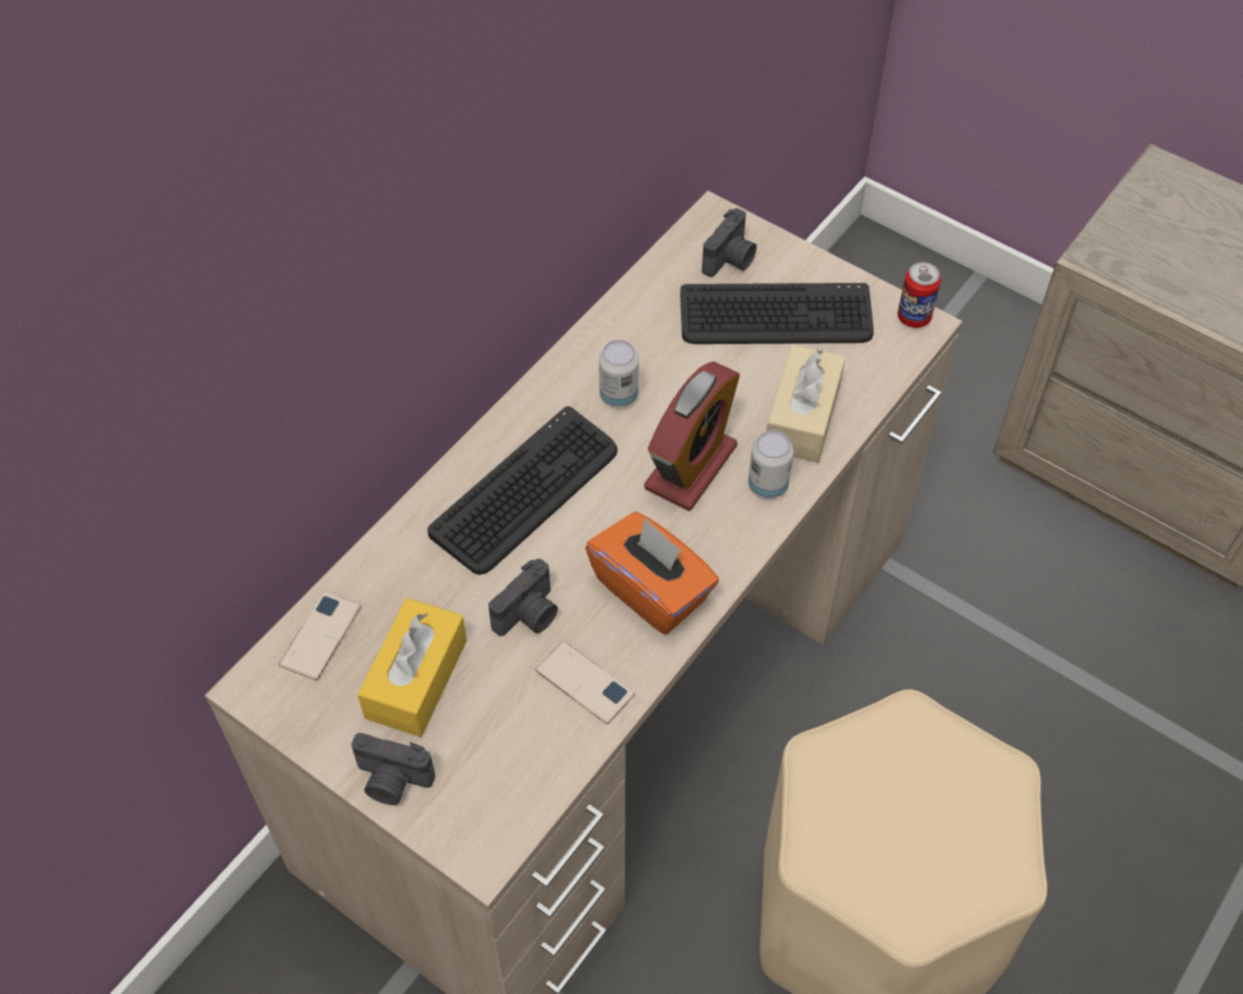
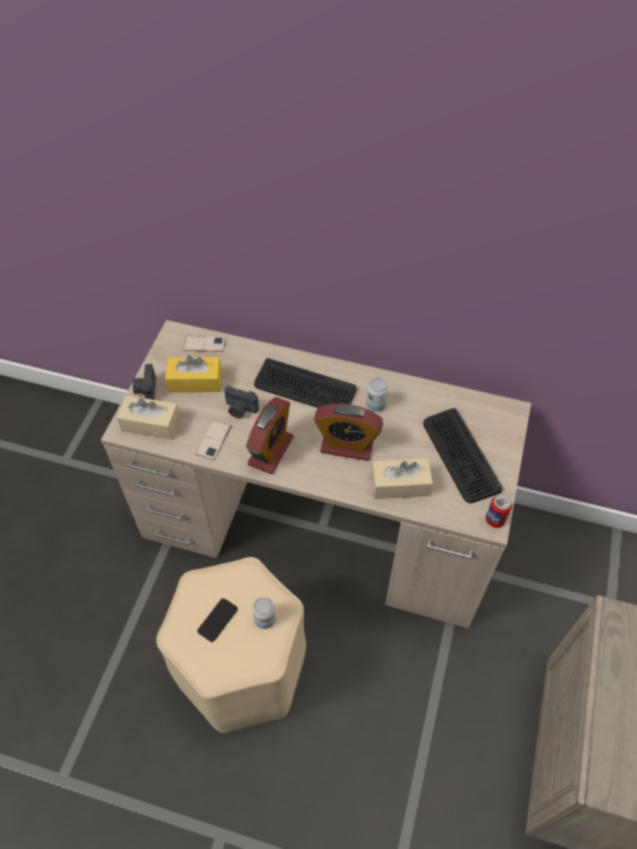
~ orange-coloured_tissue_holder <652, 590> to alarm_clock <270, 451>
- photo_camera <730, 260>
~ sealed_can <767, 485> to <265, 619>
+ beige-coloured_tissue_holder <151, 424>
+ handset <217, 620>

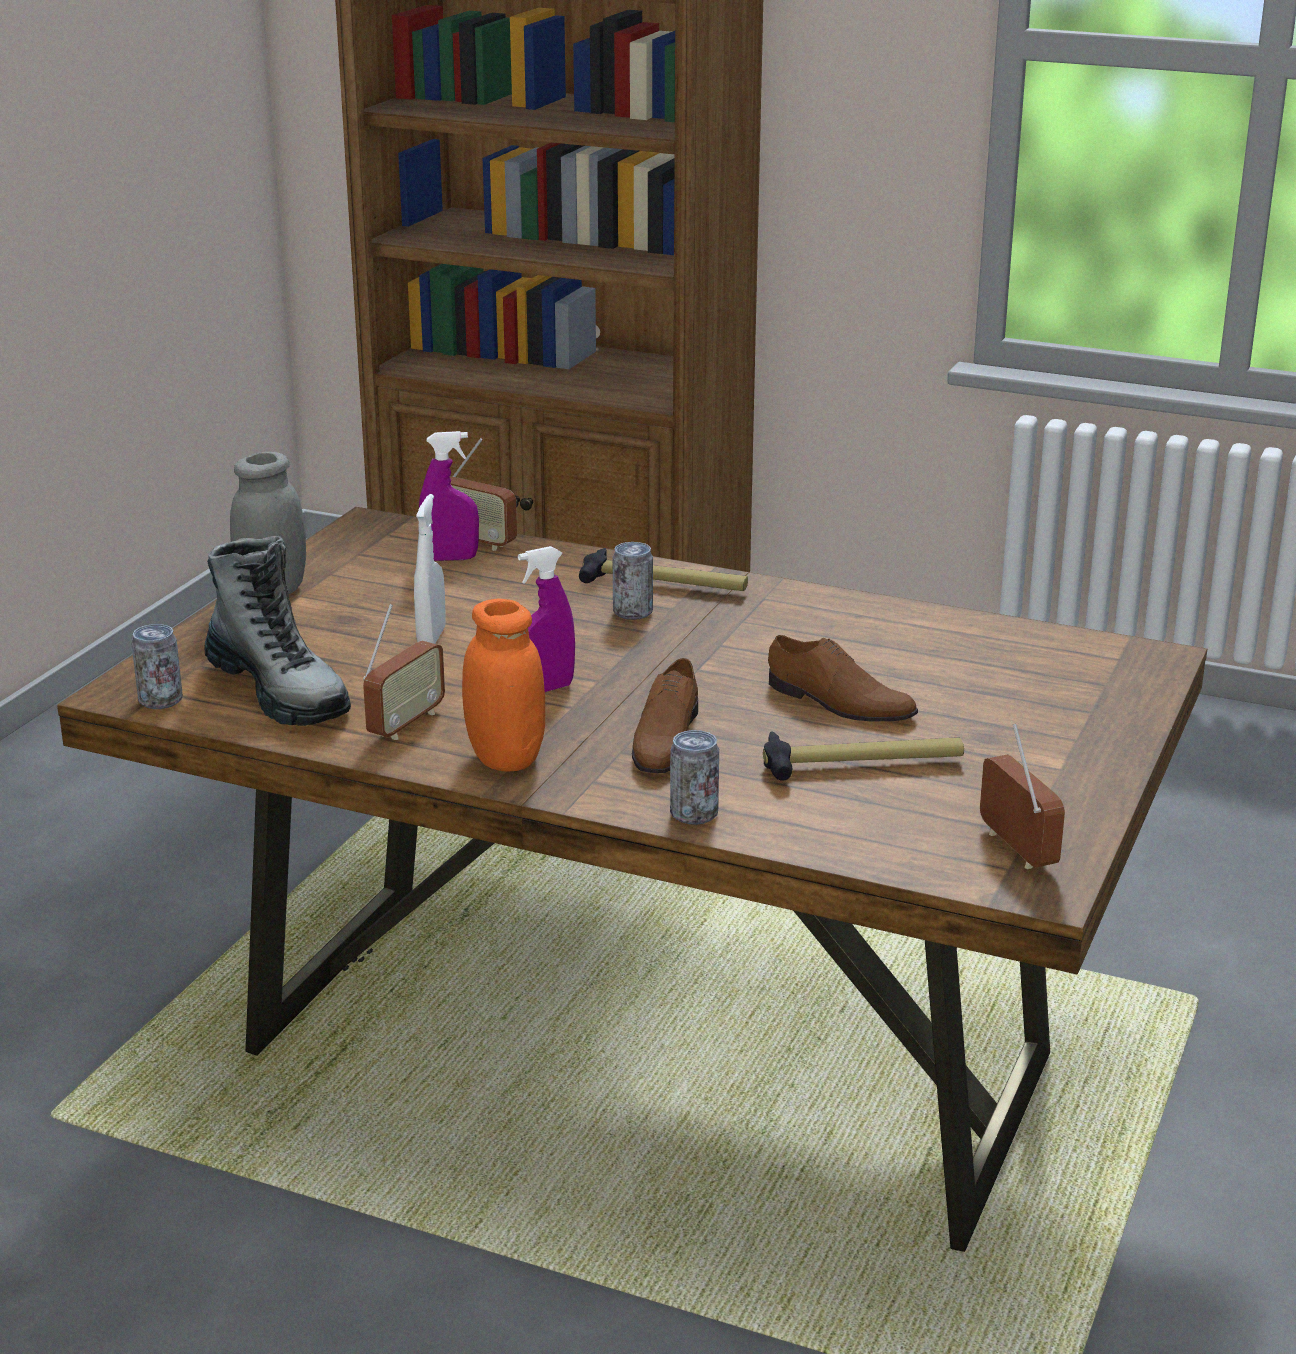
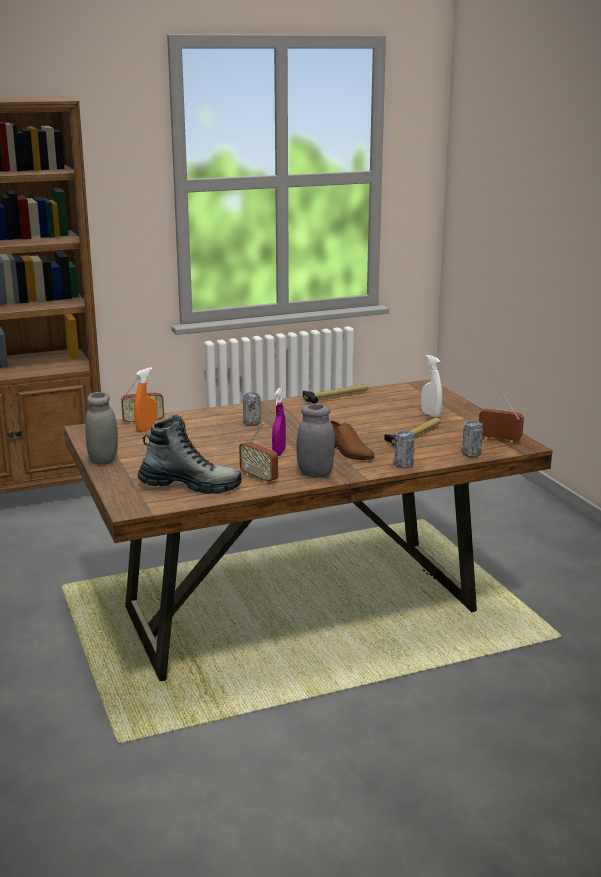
~ sealed_can <160, 700> to <471, 454>
~ radio_receiver <405, 724> = <259, 478> 150 degrees clockwise
~ white_hand_sprayer <431, 637> to <430, 414>
~ purple_hand_sprayer <450, 558> to orange-coloured_hand_sprayer <147, 429>
~ orange-coloured_storage_jar <505, 758> to greyish_storage_jar <315, 474>
~ hand_hammer <664, 584> to <336, 397>
- brownish_low_shoe <838, 702>

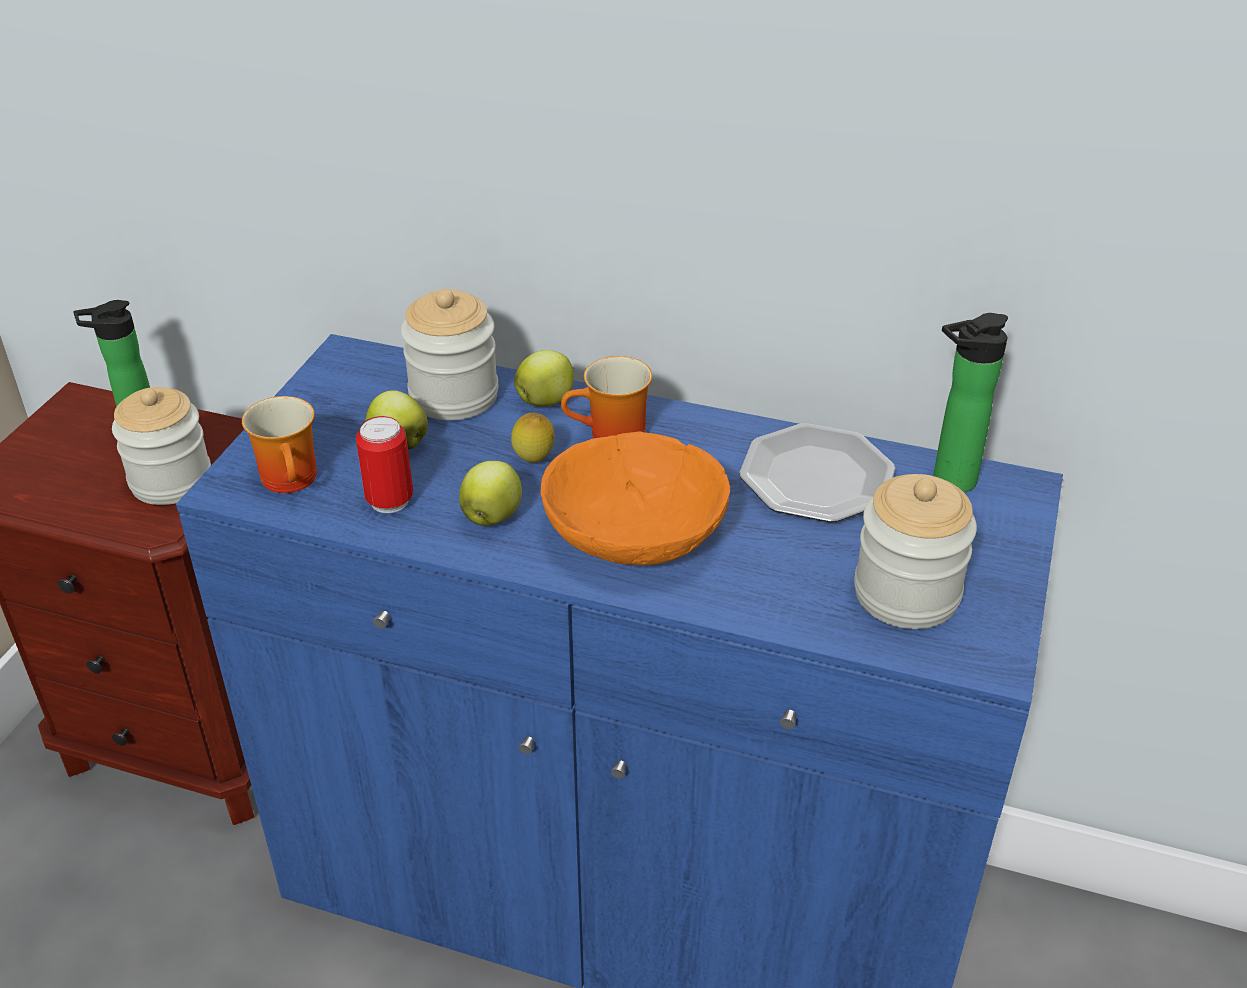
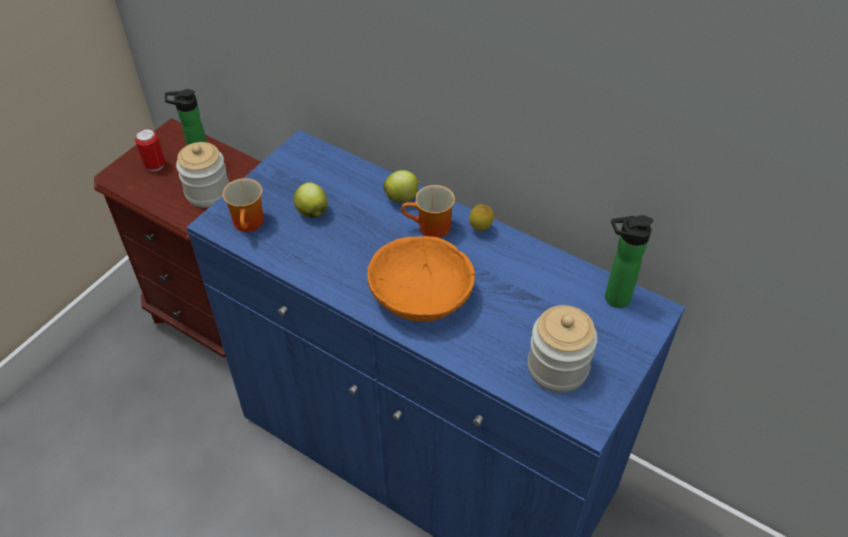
~ sealed_can <389, 501> to <155, 165>
- storage_jar <454, 396>
- whole_apple <492, 516>
~ whole_lemon <534, 461> to <480, 229>
- plate <815, 477>

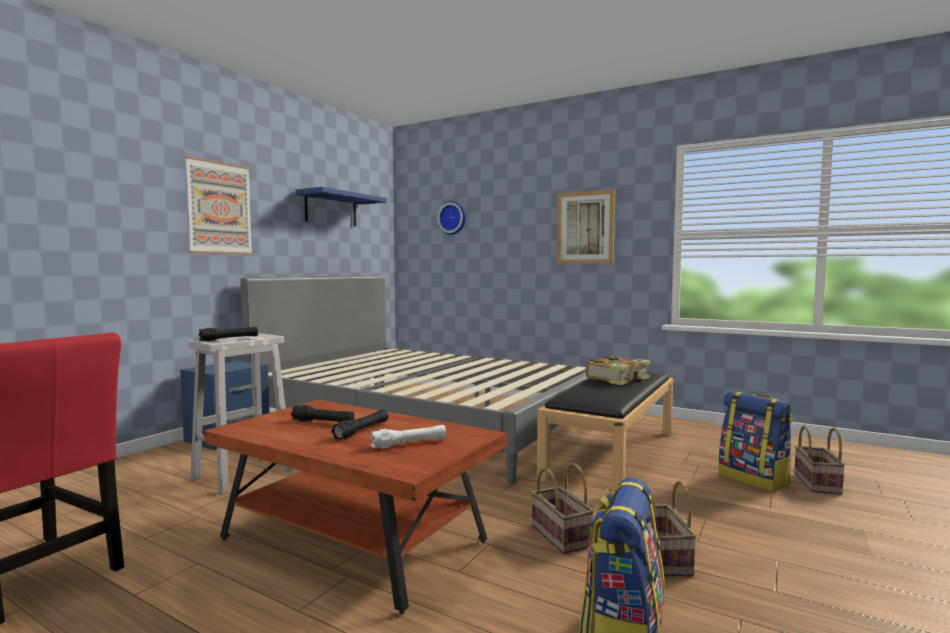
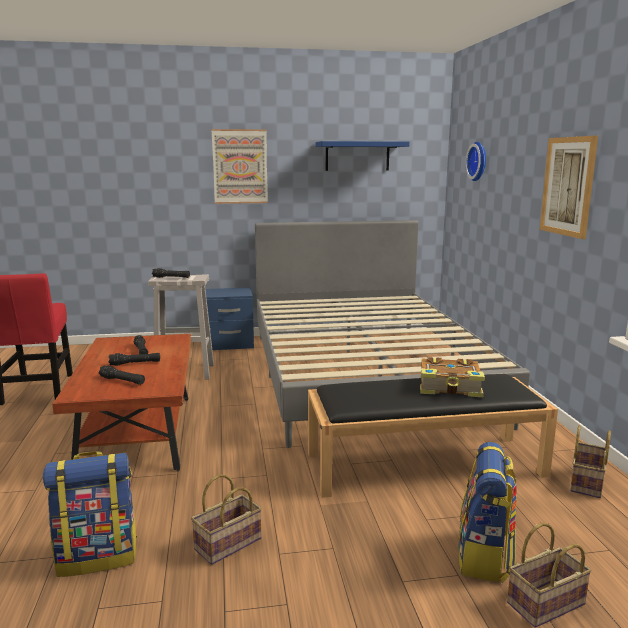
~ white_hand_torch <409, 444> to black_hand_torch <122, 381>
~ household_basket <563, 536> to <587, 483>

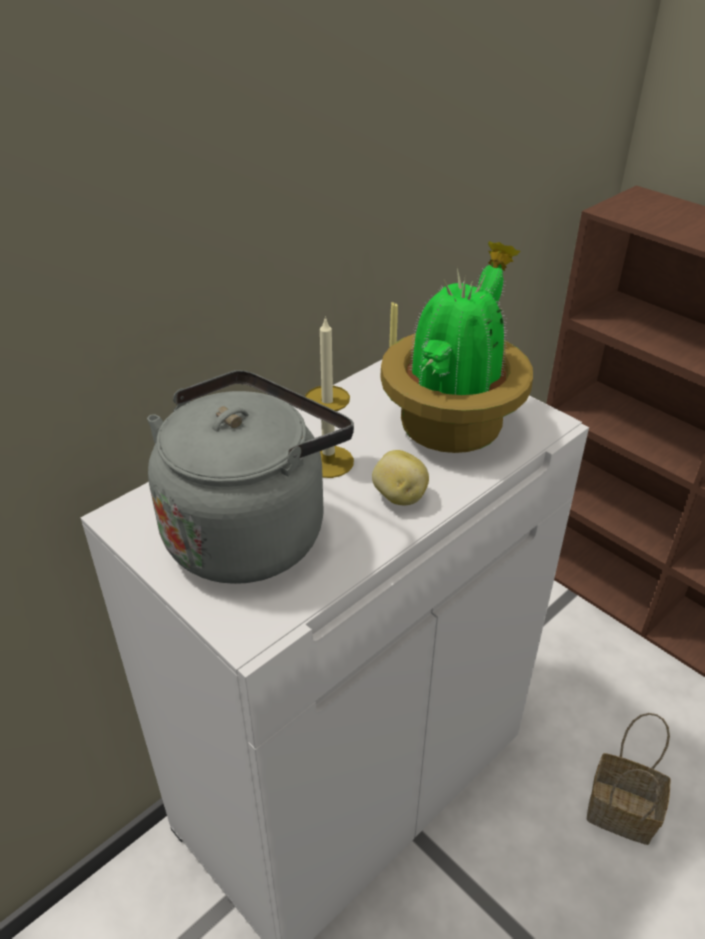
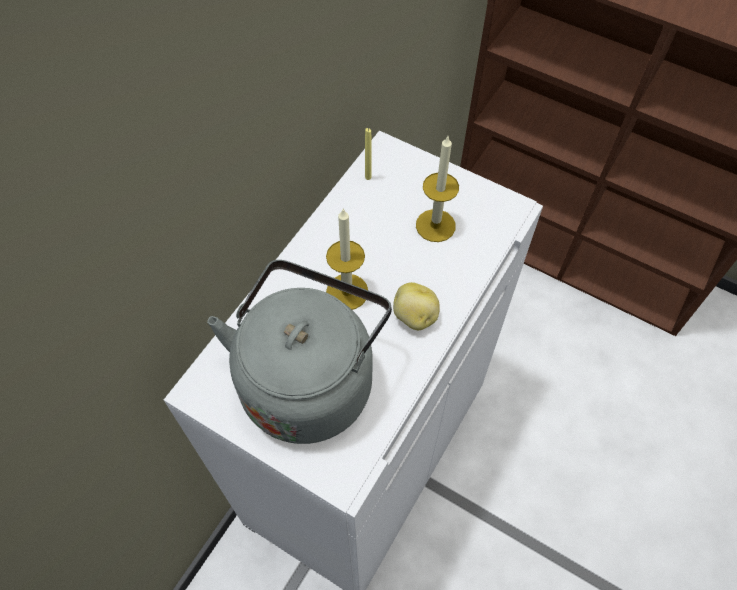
~ plant_in_a_pot <453, 423> to candle <435, 225>
- household_basket <624, 811>

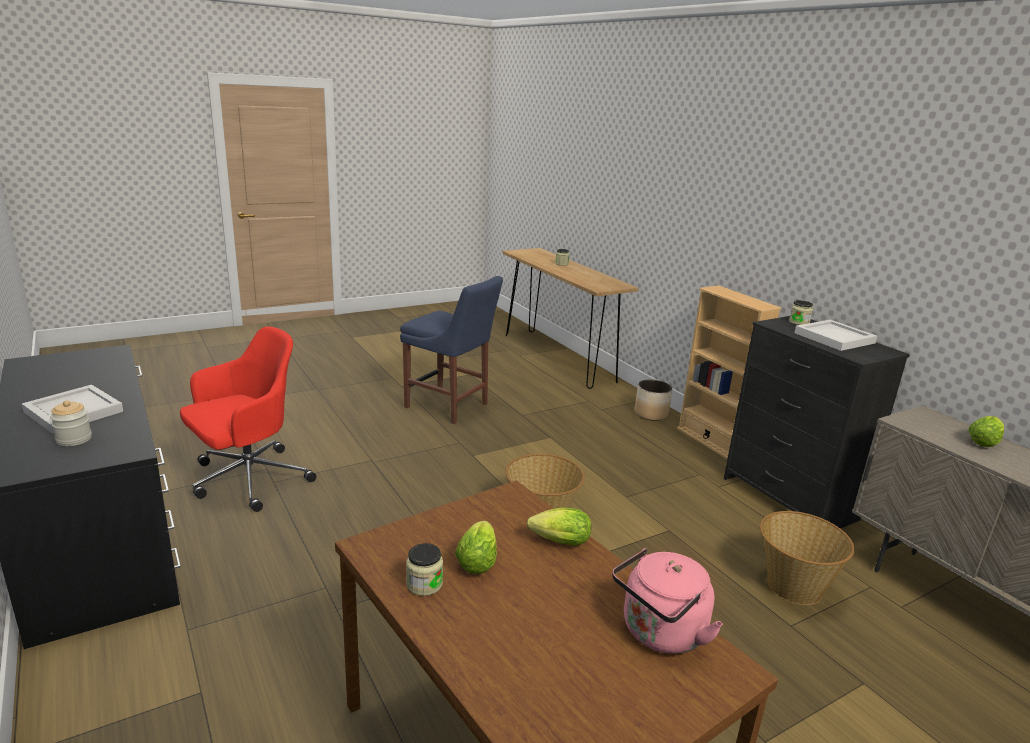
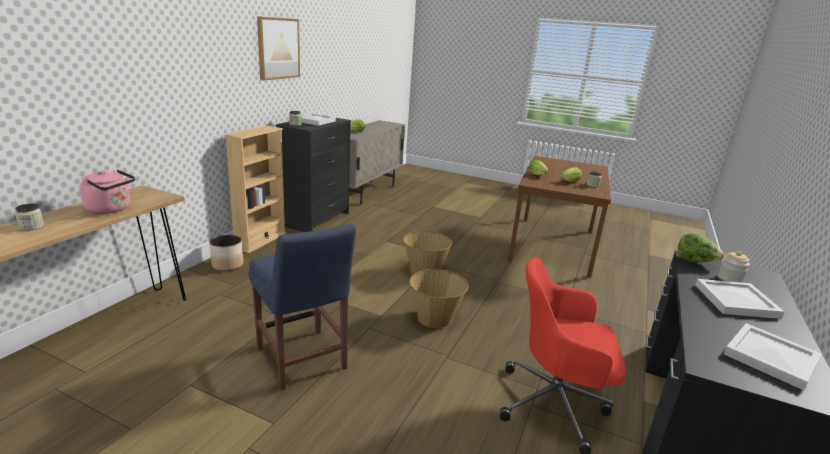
~ bluish_chair <449, 407> = <302, 361> 150 degrees clockwise
~ pinkish_kettle <660, 634> to <111, 209>
~ household_basket <793, 586> to <435, 318>
+ wall_art <278, 48>
+ head_of_lettuce <695, 261>
+ white_tray <771, 358>

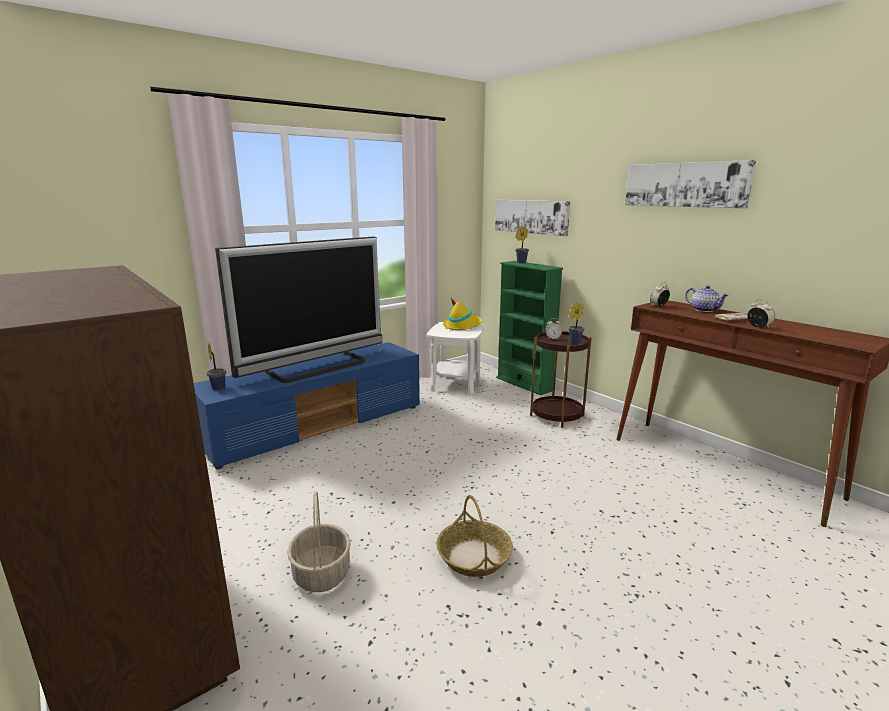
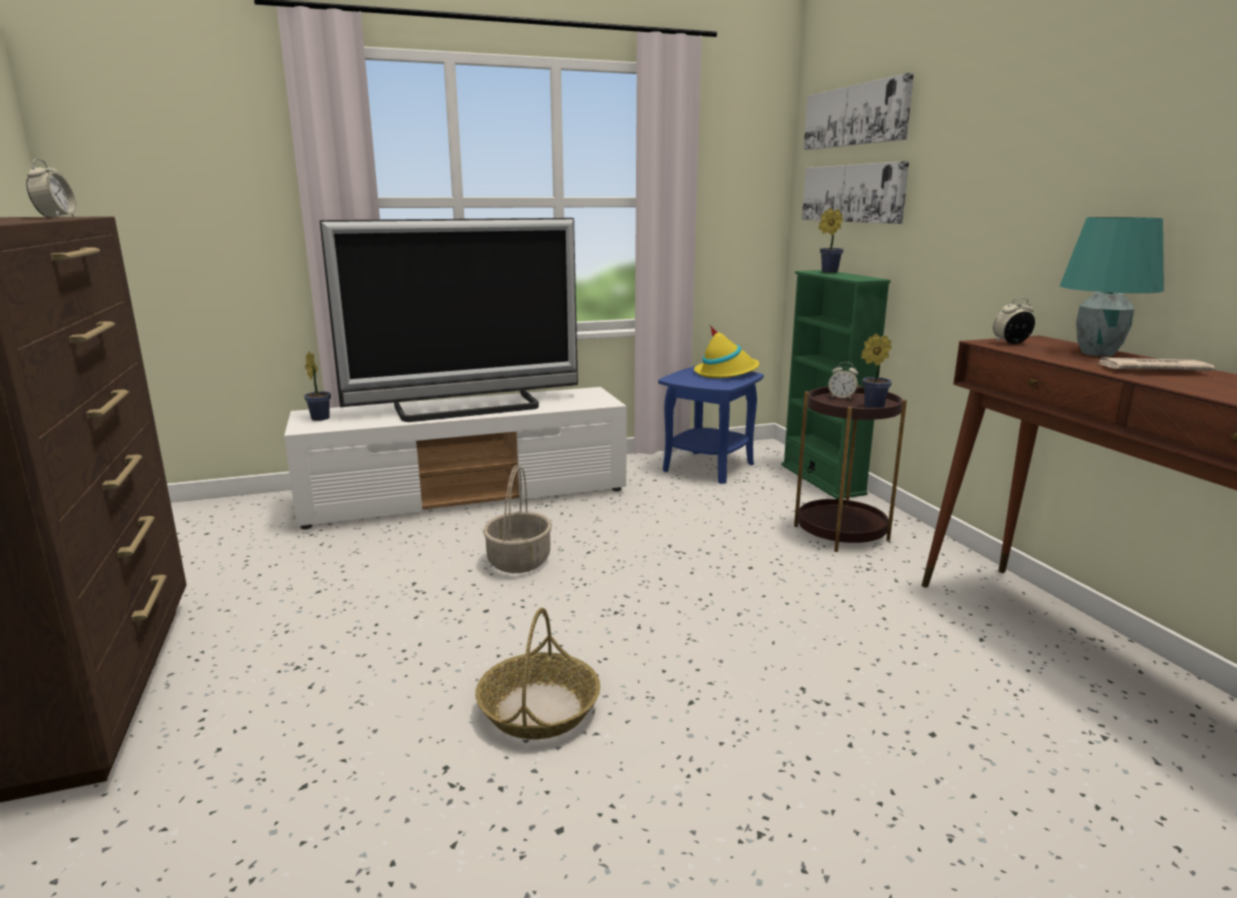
~ bluish_tv_unit <318, 425> to white_tv_unit <468, 495>
~ household_basket <321, 573> to <518, 561>
~ white_accent_table <455, 384> to bluish_accent_table <708, 467>
~ wall_art <685, 185> to <856, 115>
~ teapot <704, 310> to turquoise_table_lamp <1097, 353>
~ alarm_clock <758, 327> to <57, 217>

